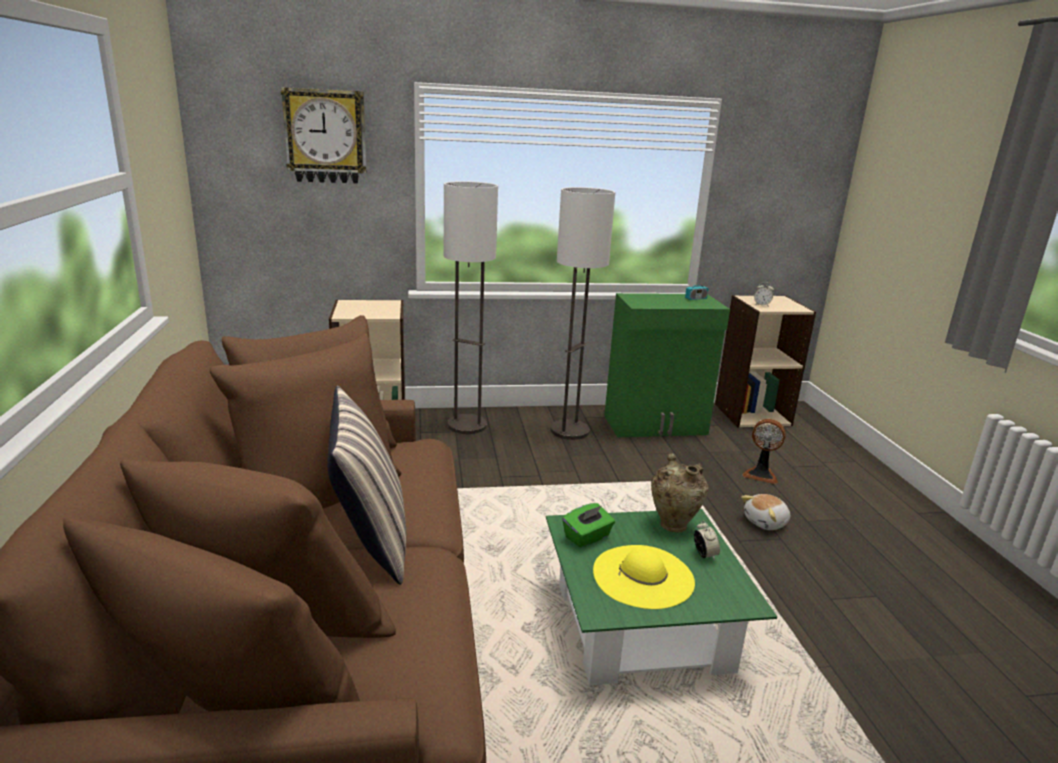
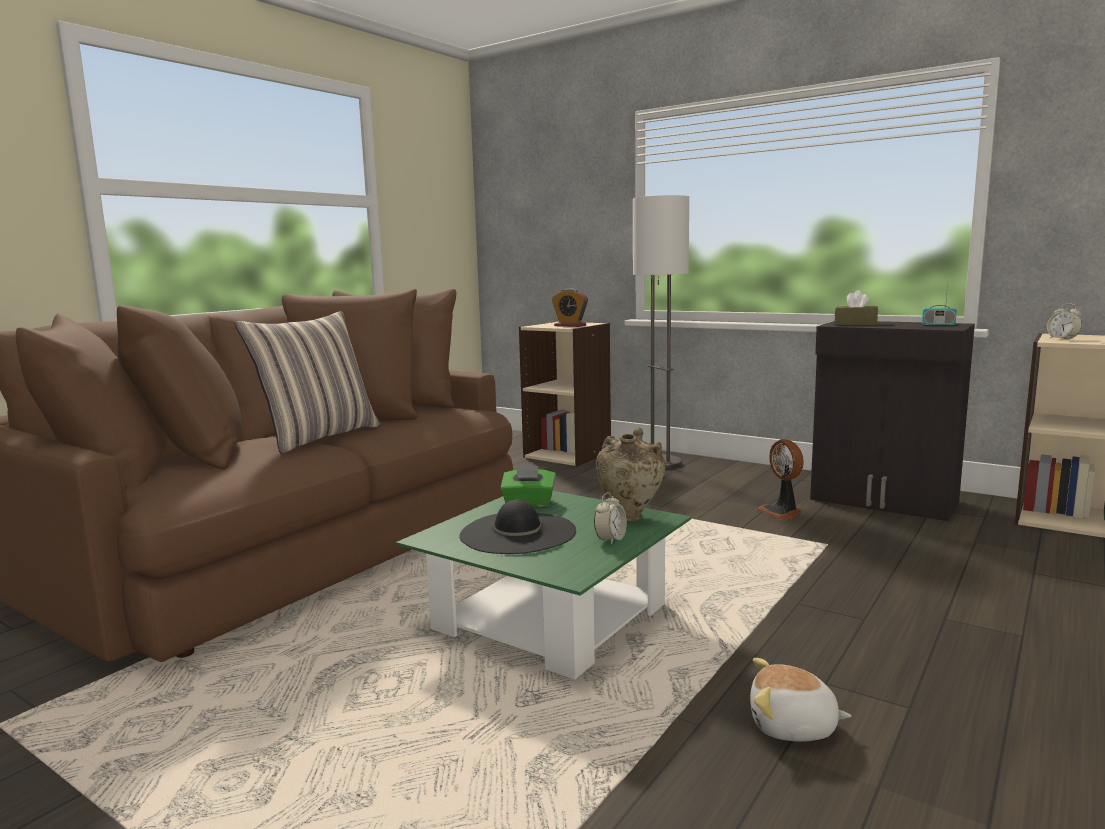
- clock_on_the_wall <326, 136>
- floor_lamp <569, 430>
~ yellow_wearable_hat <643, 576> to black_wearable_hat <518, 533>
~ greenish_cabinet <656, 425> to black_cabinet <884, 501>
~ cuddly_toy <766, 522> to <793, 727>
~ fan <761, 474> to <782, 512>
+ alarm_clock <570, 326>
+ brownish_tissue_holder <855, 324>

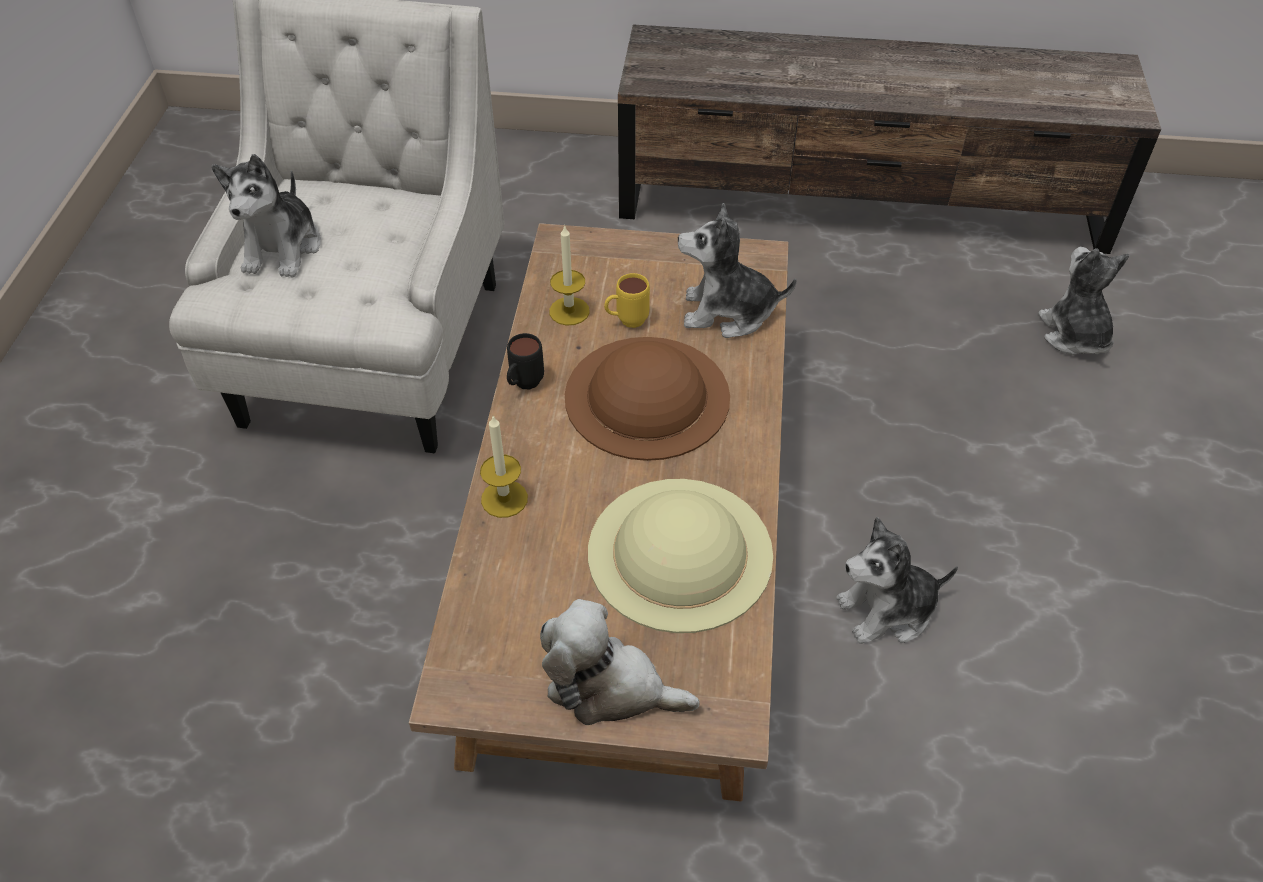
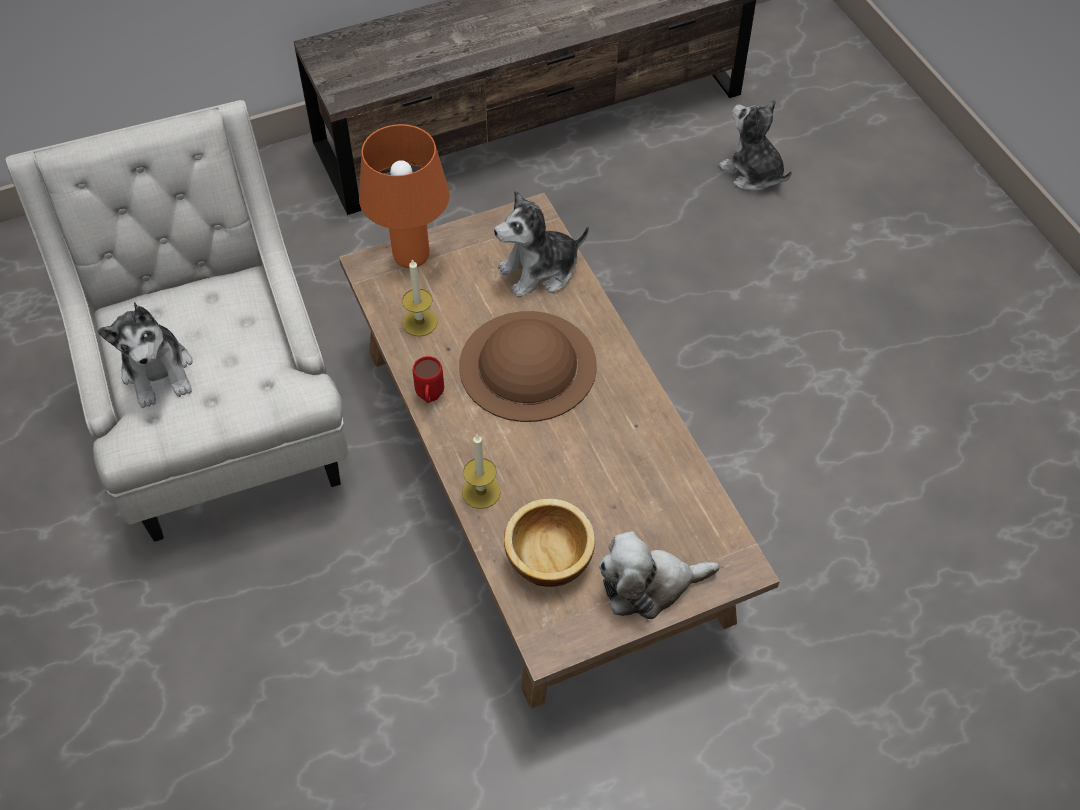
~ black_mug <523, 385> to red-coloured_mug <429, 398>
- beige-coloured_wearable_hat <680, 553>
- yellow_mug <626, 322>
- cuddly_toy <887, 610>
+ orange-coloured_table_lamp <410, 258>
+ serving_bowl <547, 556>

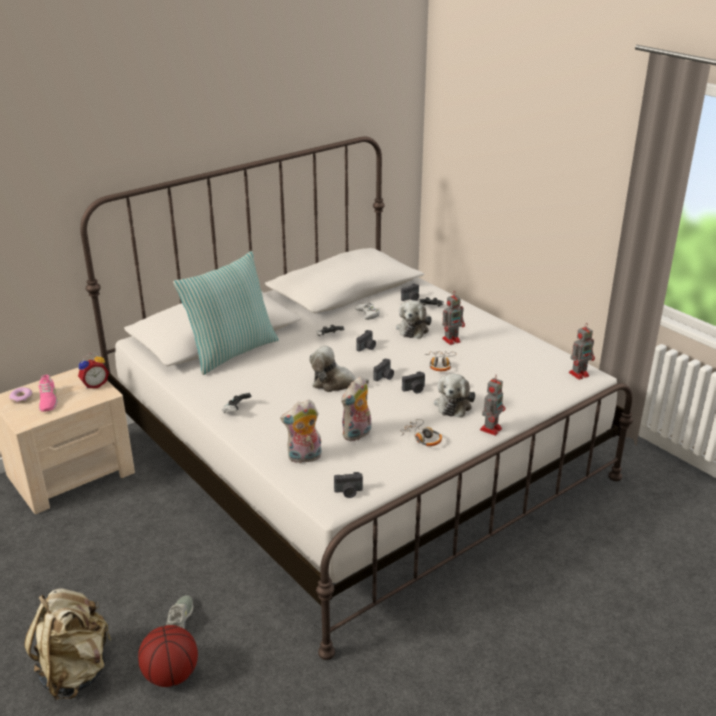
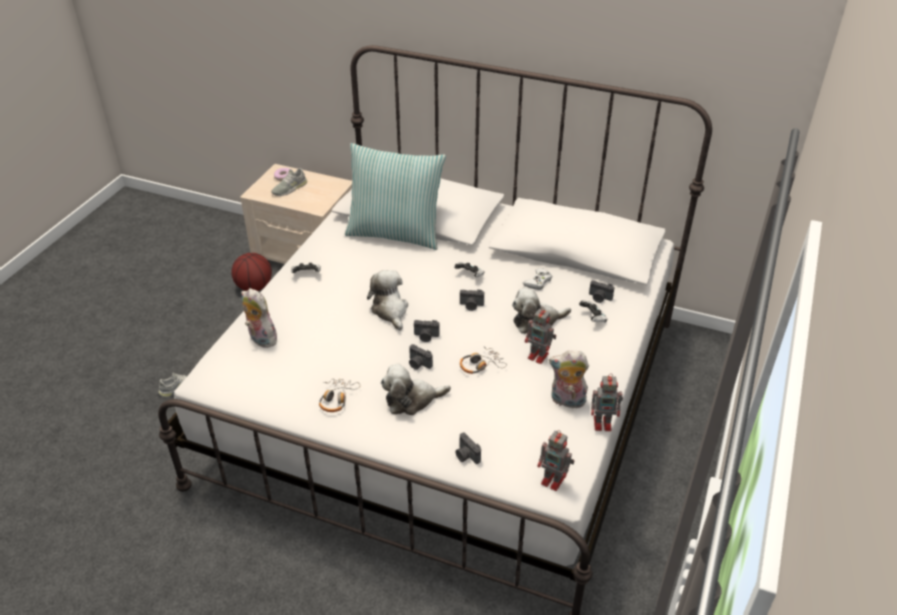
- beige-coloured_rucksack <75, 671>
~ pinkish_low_shoe <47, 400> to greyish_low_shoe <289, 188>
- alarm_clock <94, 385>
~ basketball_ball <170, 675> to <254, 287>
~ photo_camera <348, 492> to <466, 456>
~ cuddly_toy <357, 434> to <566, 401>
~ toy_robot <491, 428> to <603, 423>

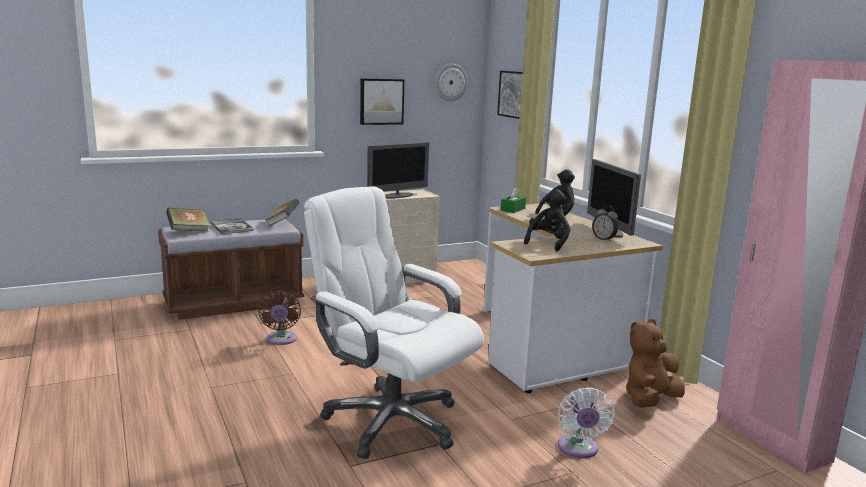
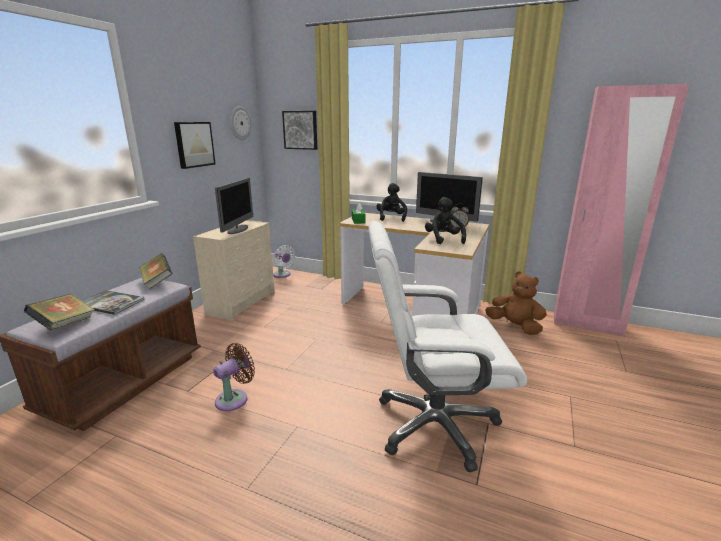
~ brownish_fan <281, 340> = <234, 398> 90 degrees counterclockwise
~ white_fan <578, 449> to <282, 275>
~ brownish_cuddly_toy <650, 400> = <515, 326> 120 degrees clockwise

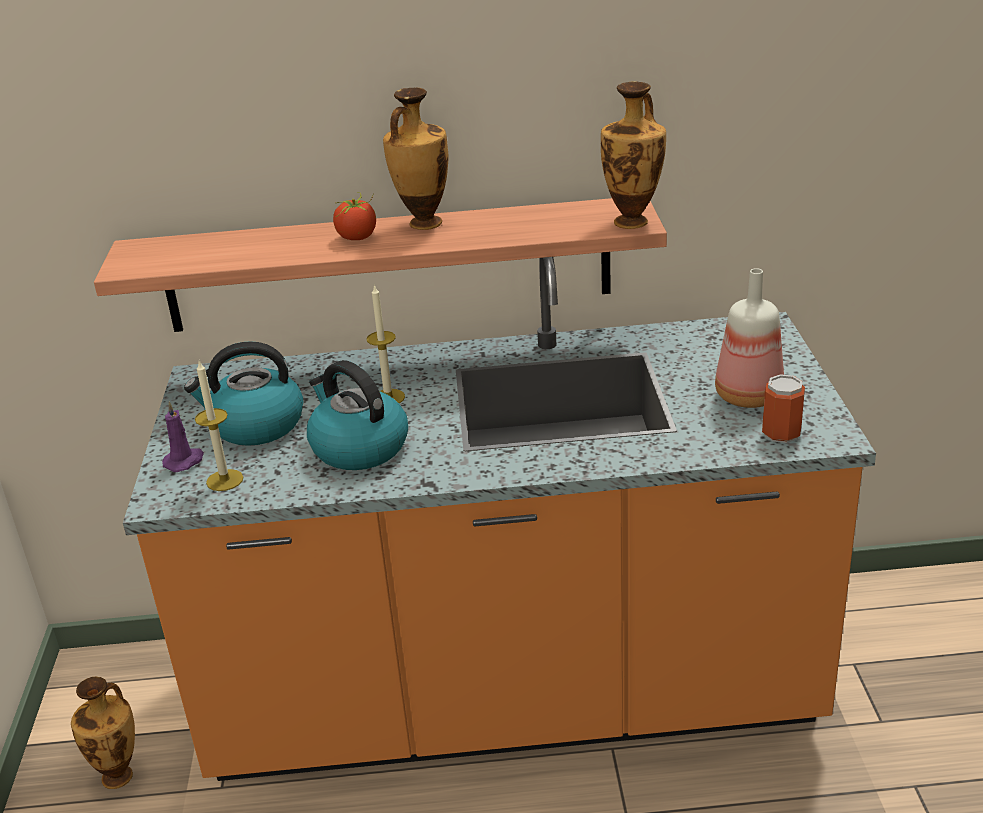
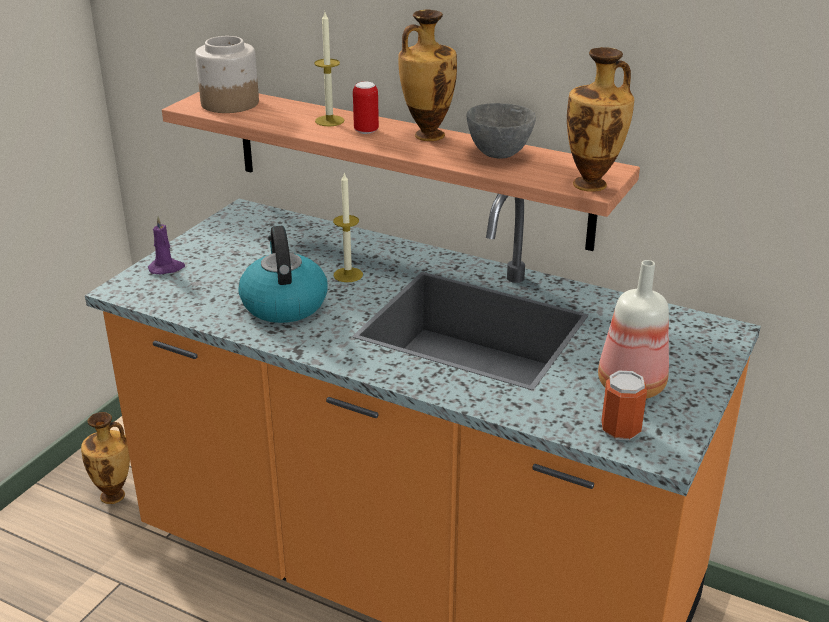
- kettle <255, 426>
~ candle <224, 480> to <329, 121>
~ tomato <357, 237> to sealed_can <366, 131>
+ storage_jar <229, 103>
+ greyish_serving_bowl <497, 154>

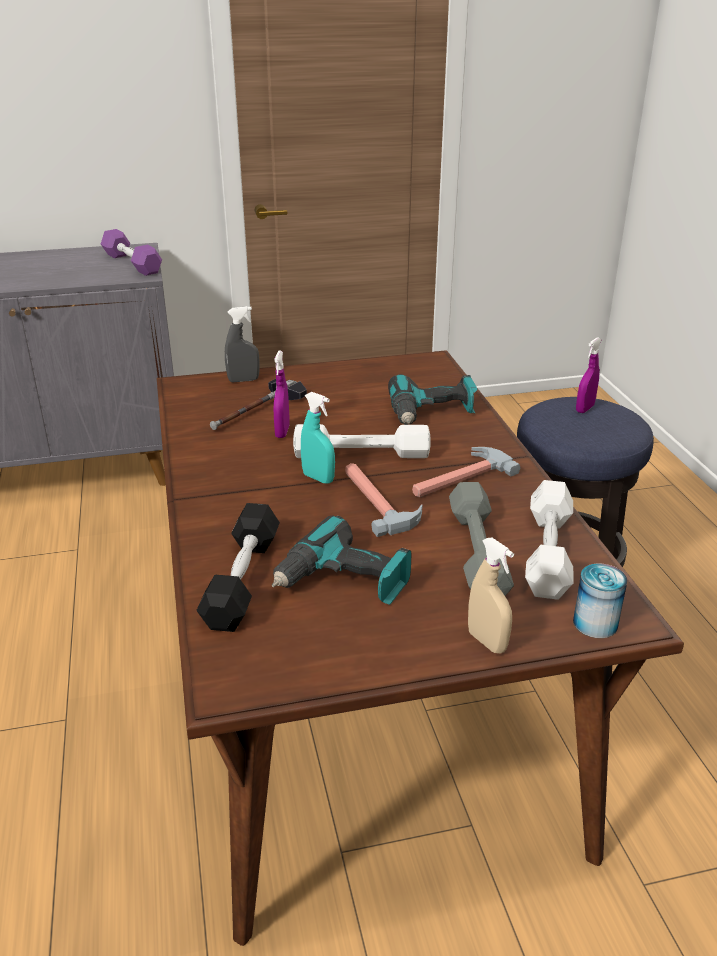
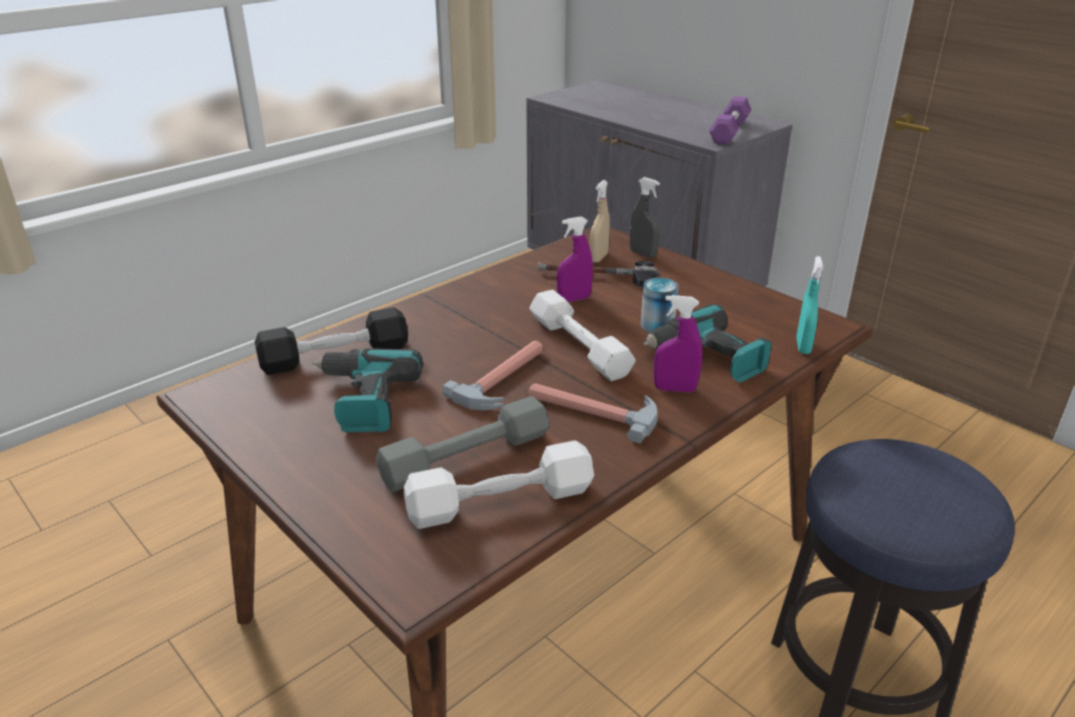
~ turquoise_hand_sprayer <318, 478> to <803, 346>
~ beige-coloured_hand_sprayer <487, 642> to <598, 258>
~ sealed_can <595, 623> to <657, 325>
~ purple_hand_sprayer <585, 409> to <674, 389>

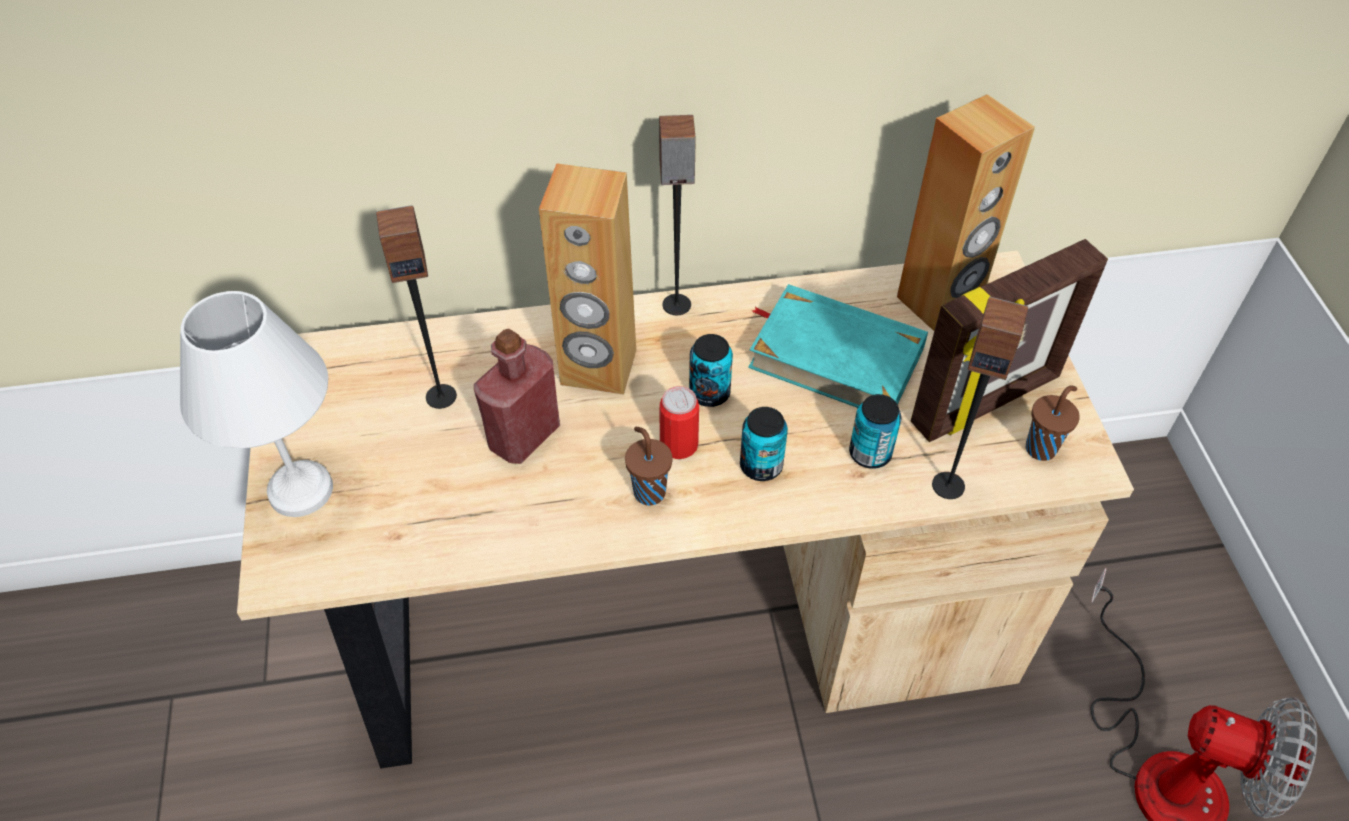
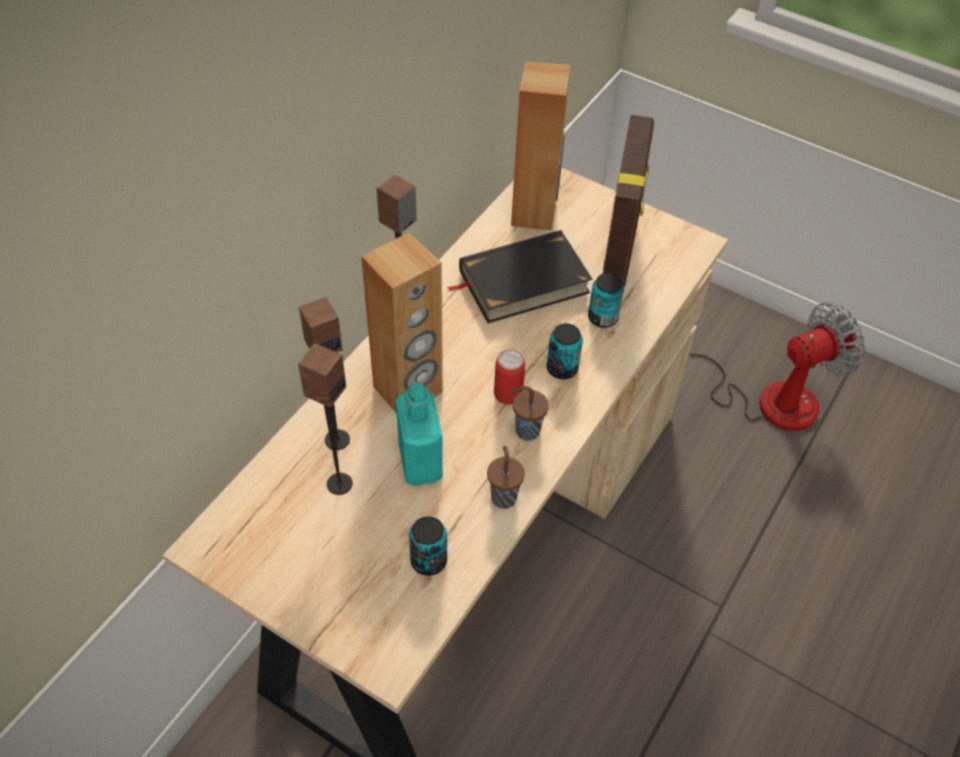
- white_table_lamp <302, 492>
~ red-coloured_beverage_bottle <524, 436> to turquoise_beverage_bottle <420, 462>
~ sealed_can <709, 393> to <428, 561>
~ turquoise_bound_book <836, 357> to black_bound_book <523, 281>
~ speaker <948, 485> to <337, 439>
~ brownish_small_cup <1042, 447> to <503, 496>

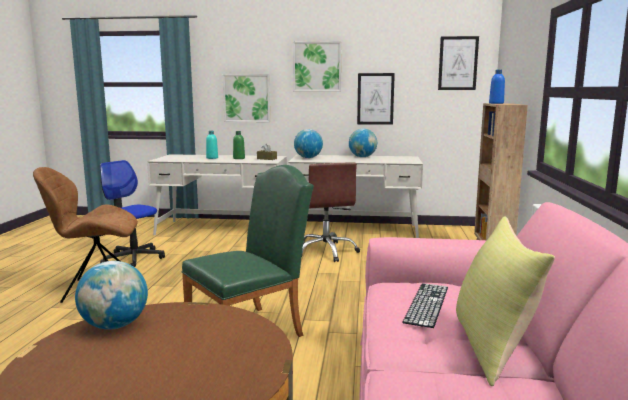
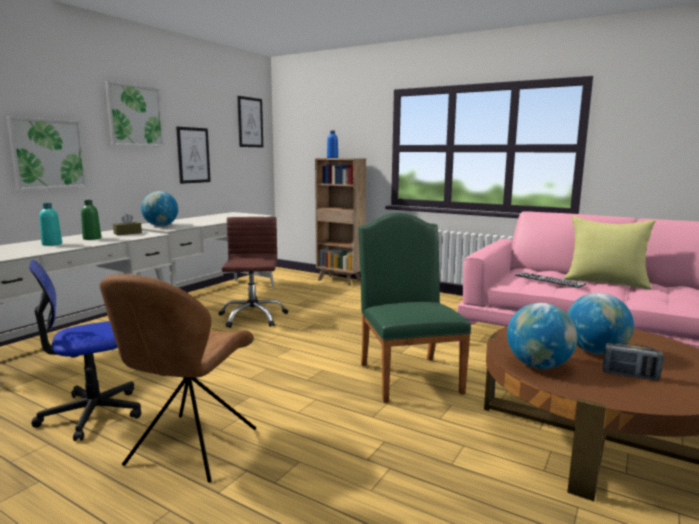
~ brownish_office_chair <326, 252> = <252, 317> 105 degrees counterclockwise
~ world_globe <362, 157> to <595, 351>
+ radio_receiver <630, 375>

